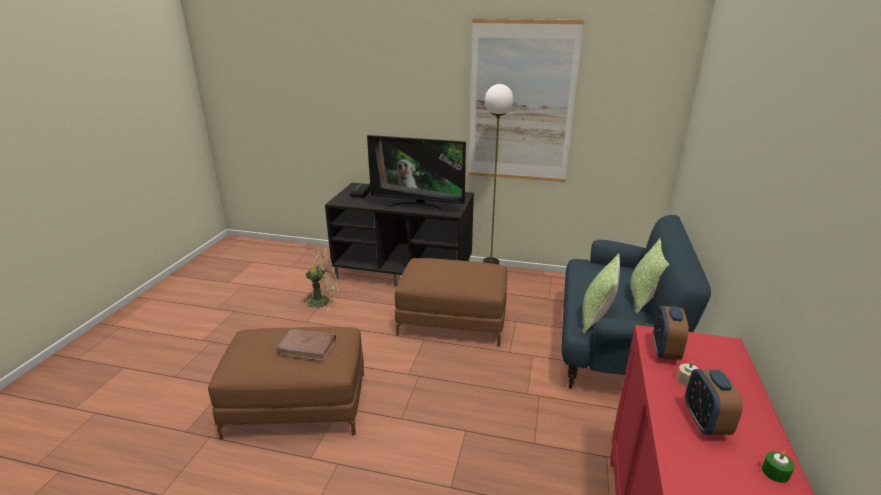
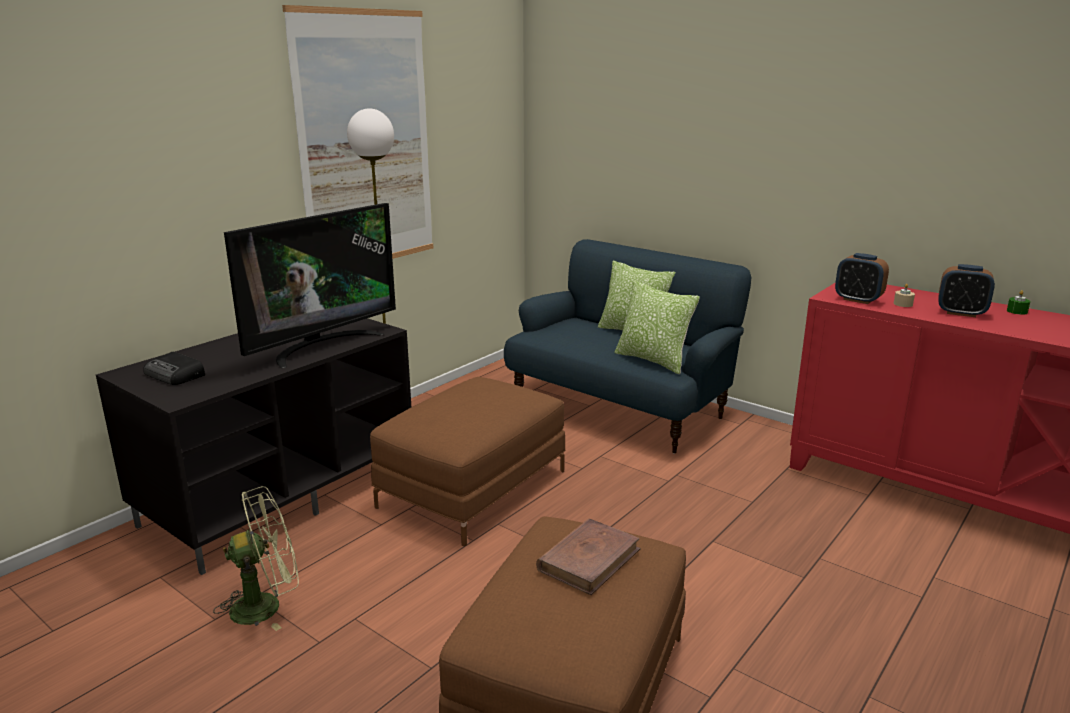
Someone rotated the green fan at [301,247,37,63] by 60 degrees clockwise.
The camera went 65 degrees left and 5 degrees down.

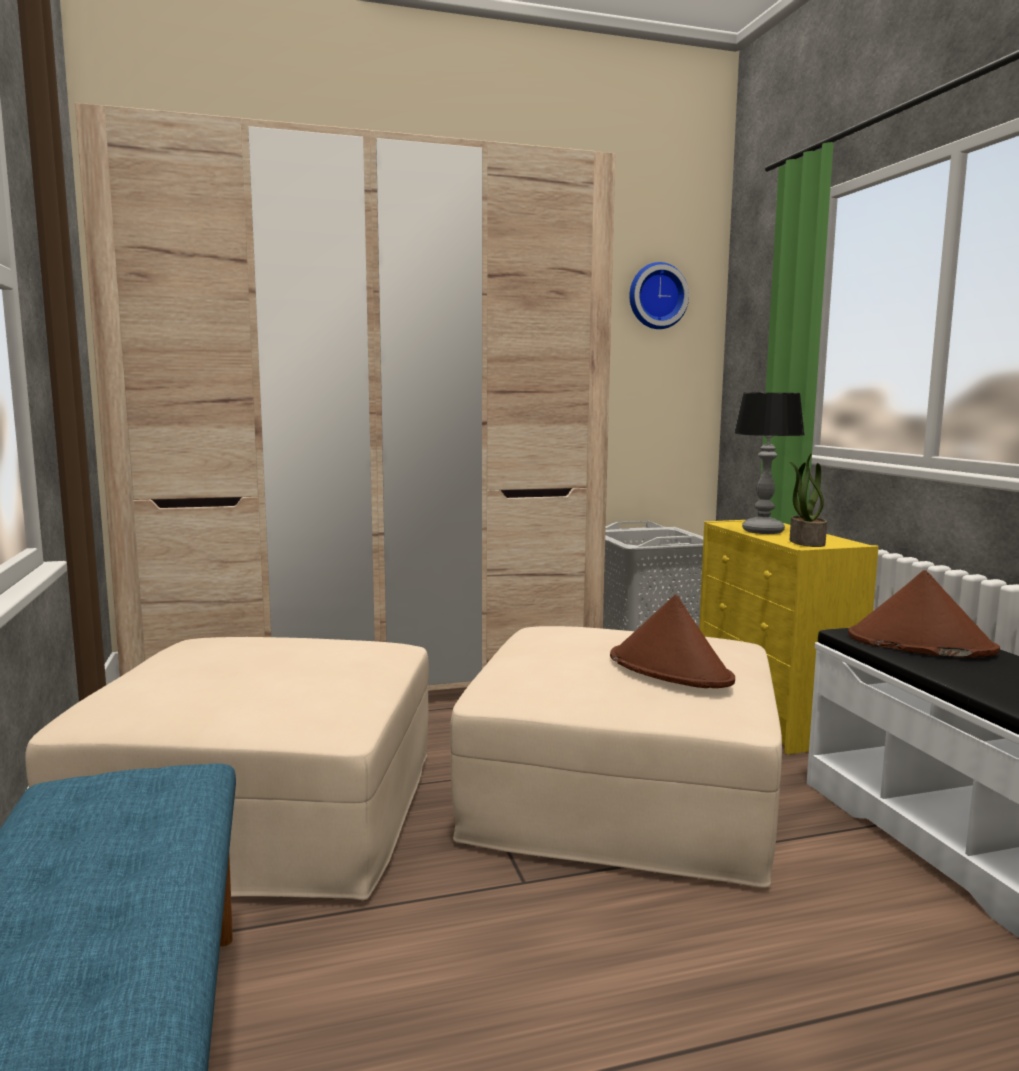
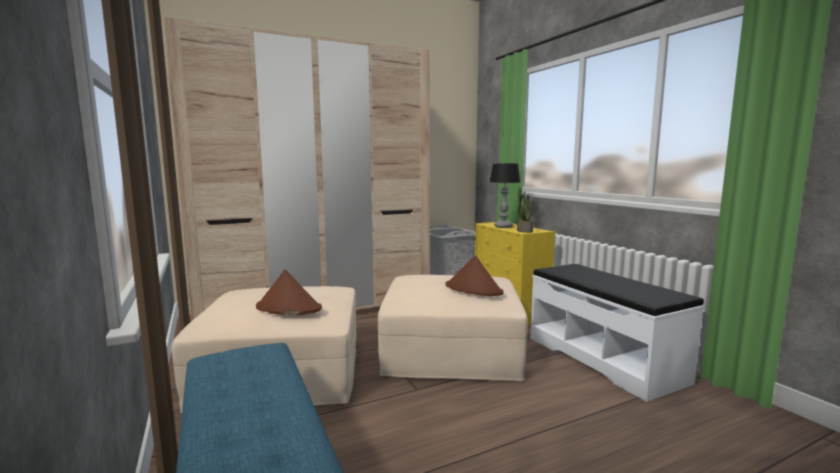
Someone took away the wall clock at [629,262,60,67].
Someone carried the brown hat from [848,570,152,87] to [256,269,66,46].
The camera went 10 degrees left and 0 degrees up.

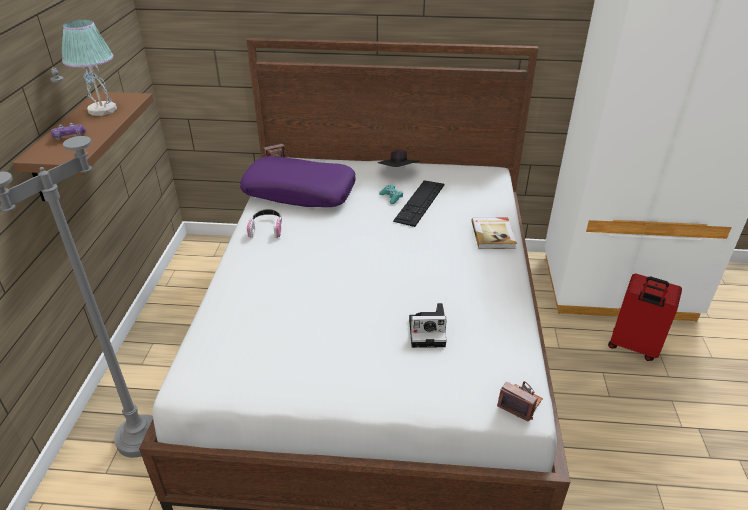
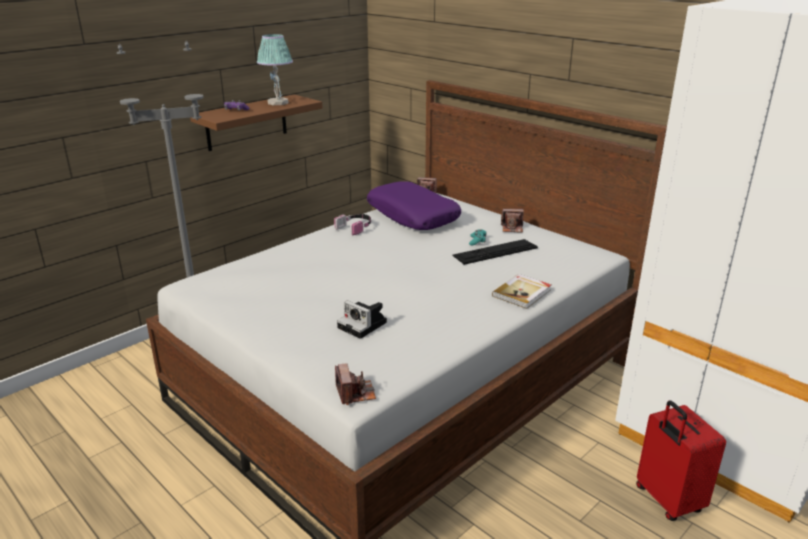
Someone swapped the black hat at [378,150,42,17] for the photo camera at [501,209,23,24].
The camera went 40 degrees right and 10 degrees down.

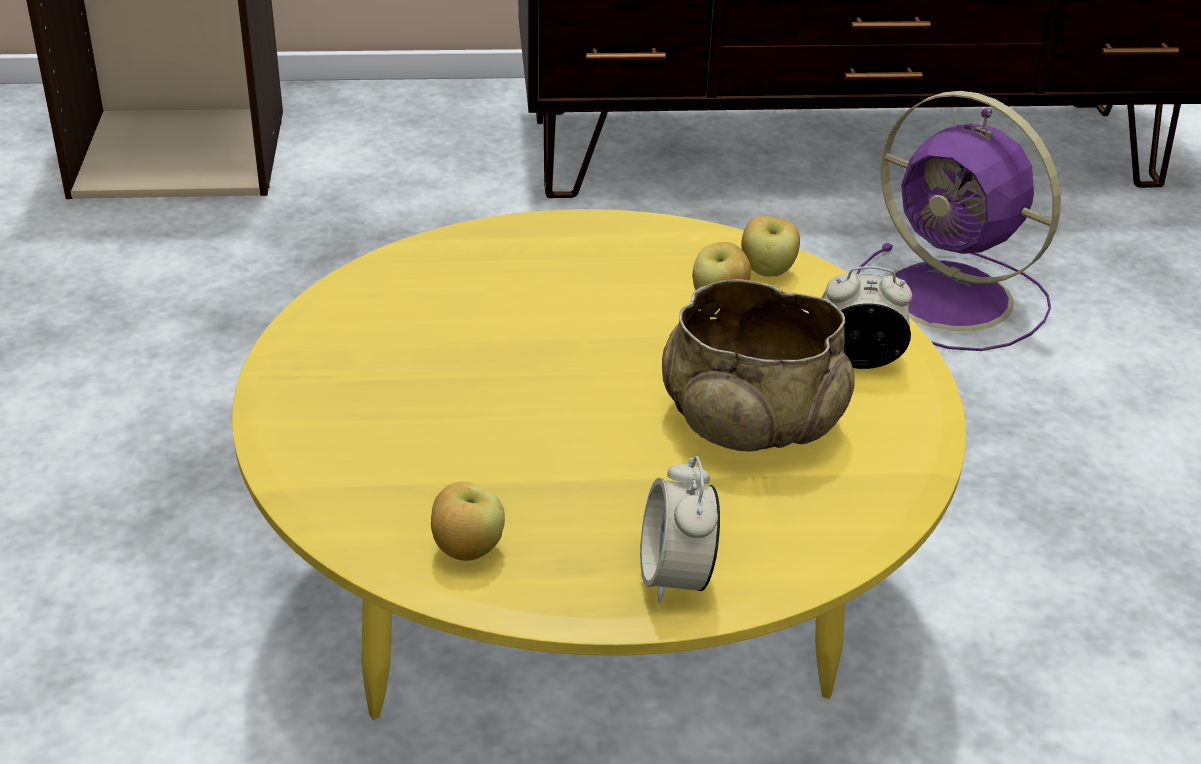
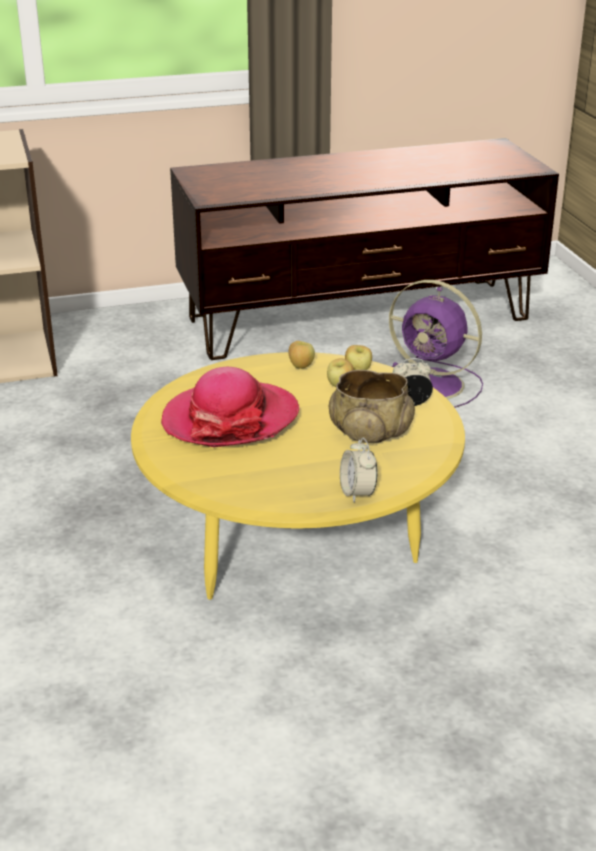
Someone carried the apple from [431,481,74,80] to [288,341,27,28].
Someone put down the hat at [161,367,138,80].
The camera went 10 degrees left and 5 degrees down.

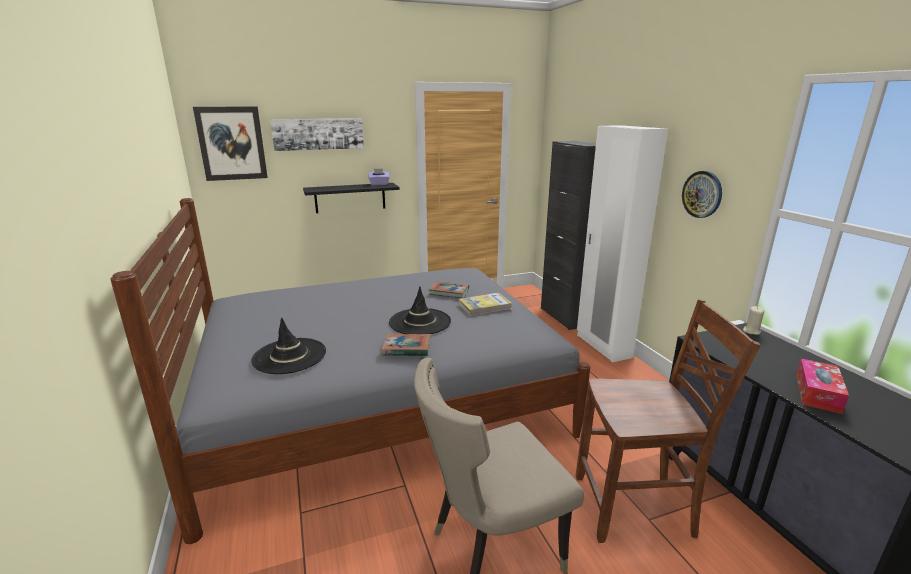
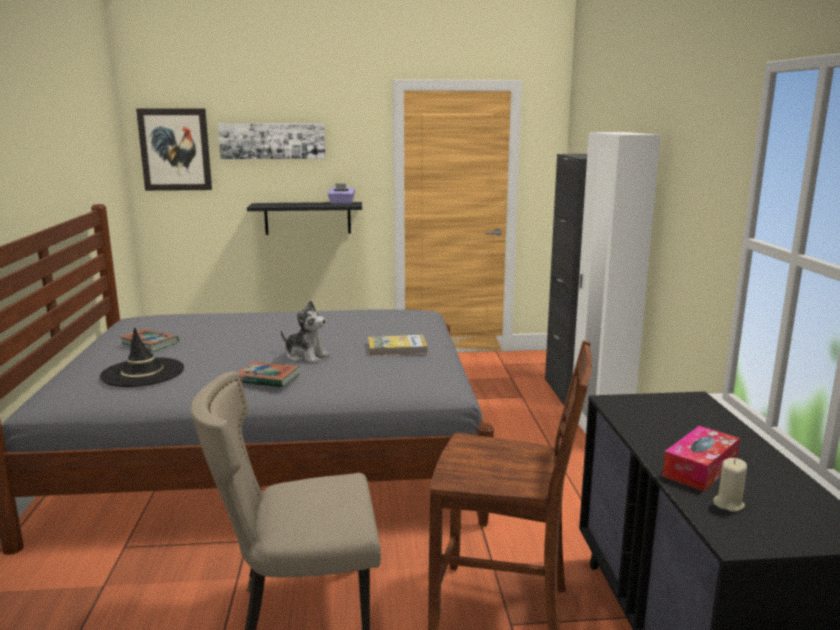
Someone took away the wall clock at [682,171,40,47].
Someone carried the book from [429,282,40,16] to [120,329,59,23].
Someone swapped the black hat at [389,287,62,47] for the plush toy at [281,300,49,63].
Someone carried the beige candle from [743,306,21,29] to [713,458,34,54].
The camera went 15 degrees right and 5 degrees down.

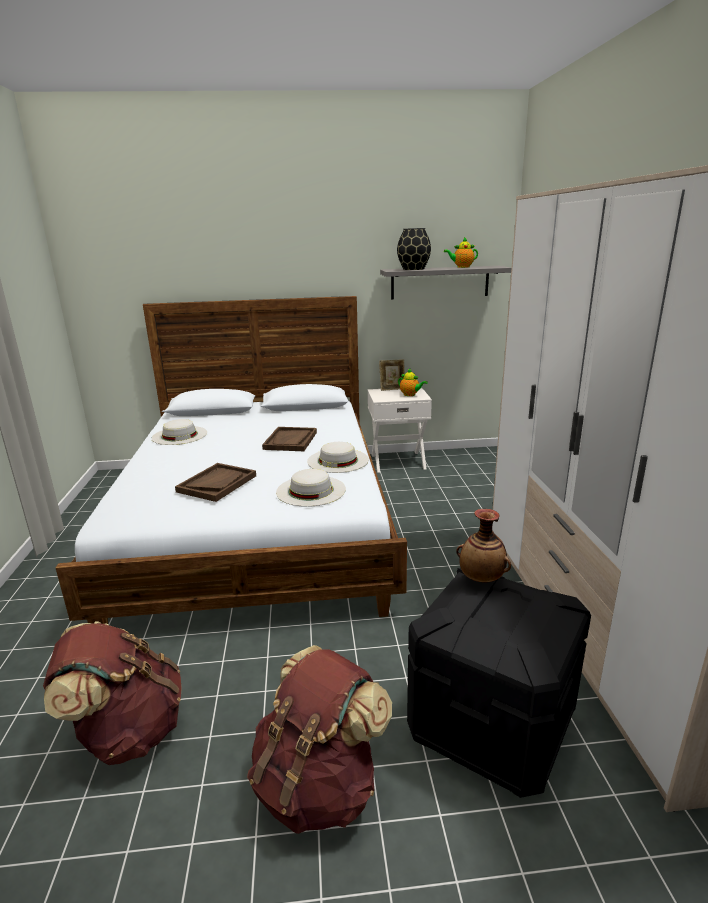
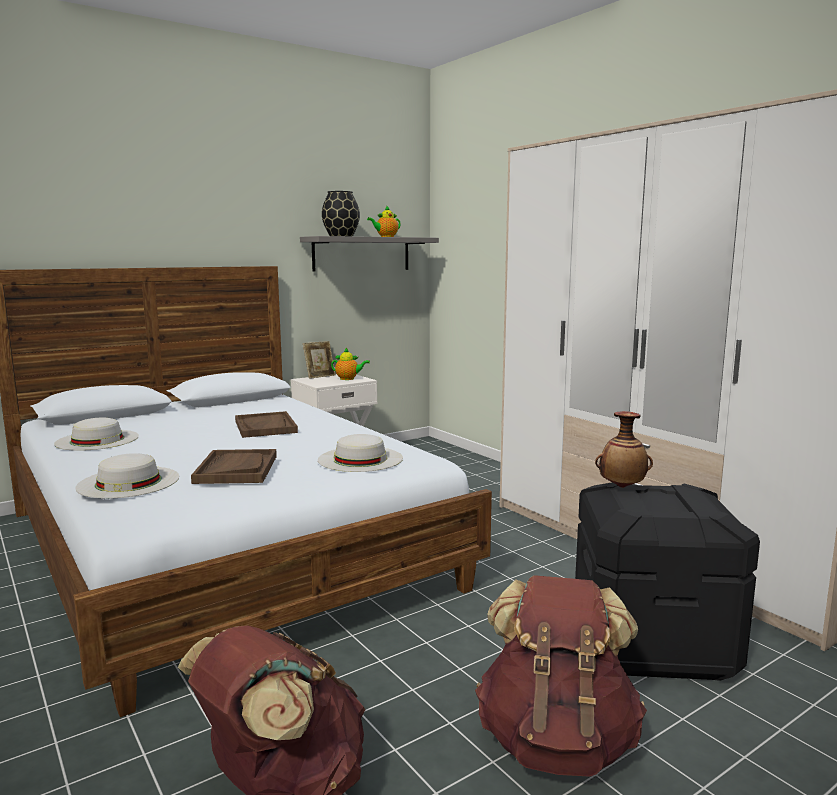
Someone carried the white hat from [307,442,62,31] to [75,453,104,45].
The camera went 30 degrees left and 10 degrees down.

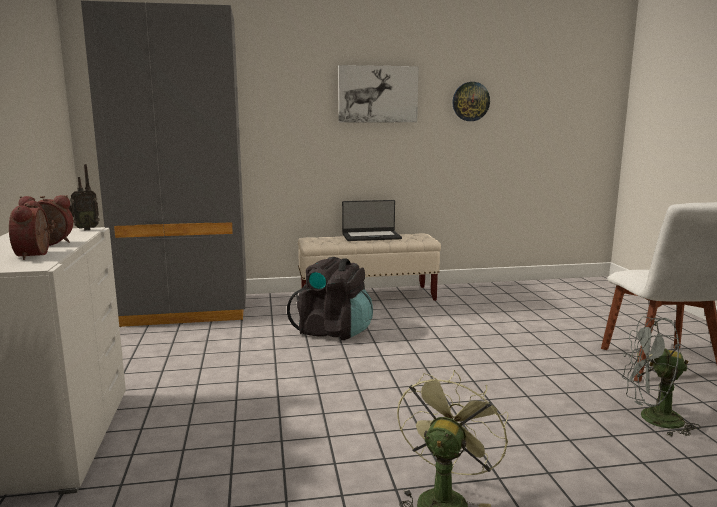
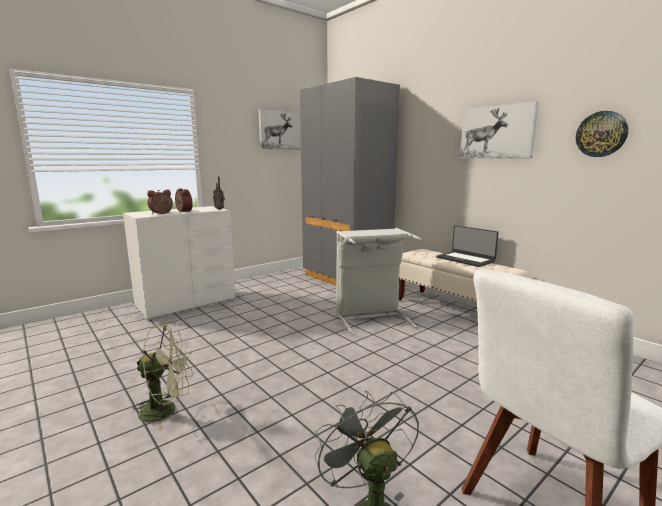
Someone swapped the black backpack at [287,257,86,83] for the grey laundry basket at [336,228,85,107].
Someone put up the picture at [258,109,43,41].
The camera went 60 degrees right and 0 degrees up.

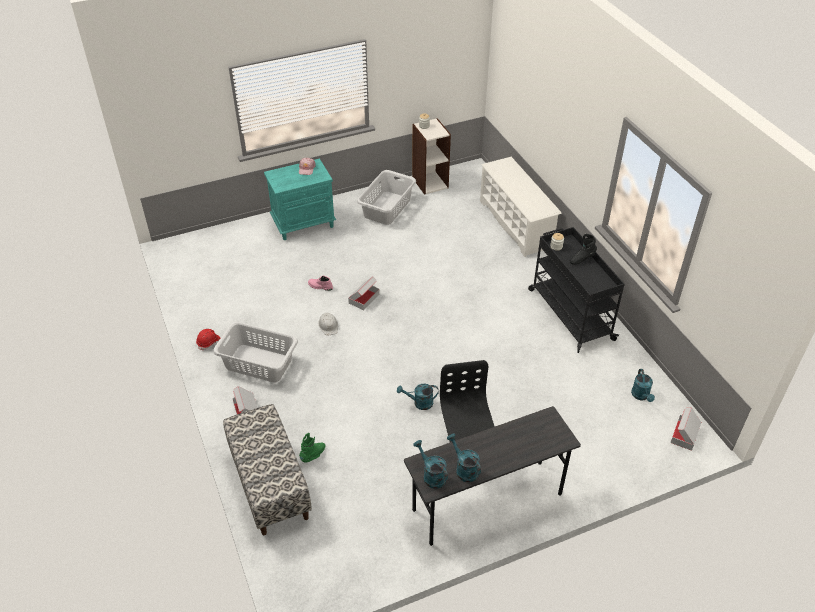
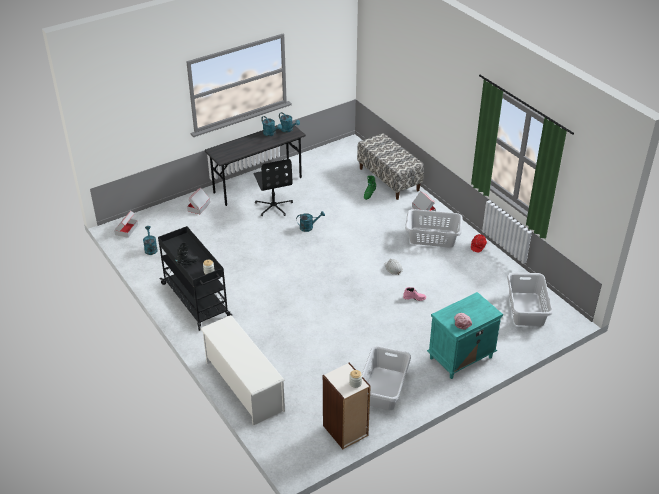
Someone carried the cardboard box from [348,277,31,33] to [187,188,23,26].
Someone put down the grey laundry basket at [507,273,45,53].
The camera went 170 degrees right and 5 degrees down.

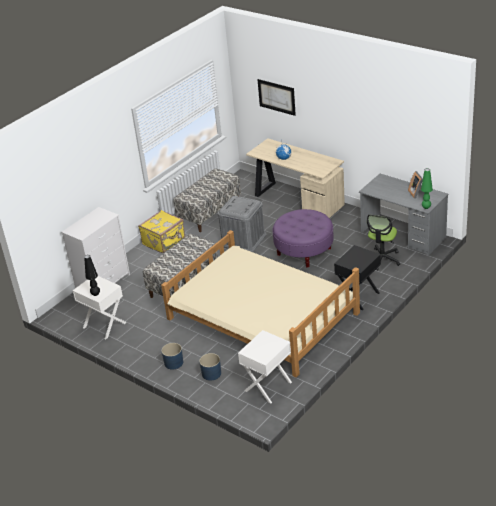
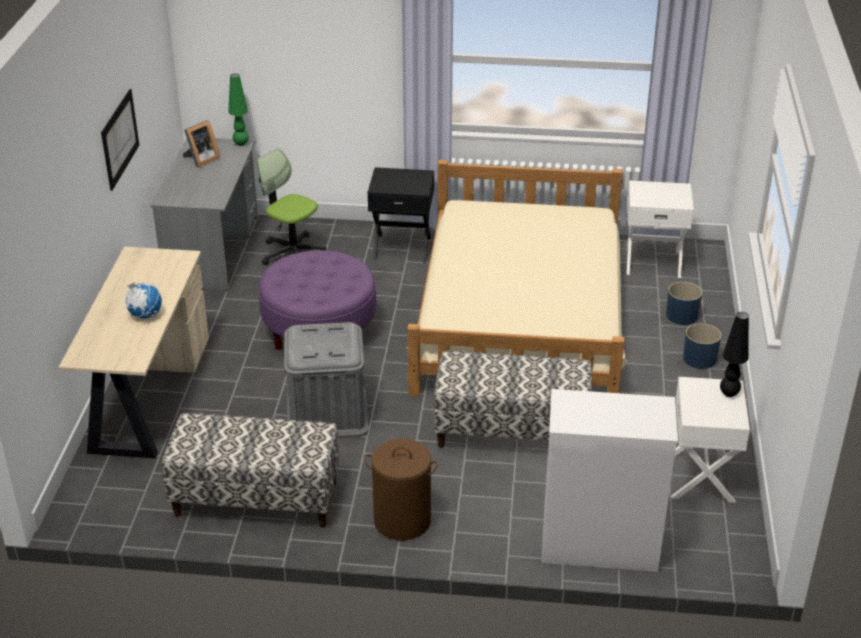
Someone carried the picture from [257,79,39,37] to [101,89,38,102].
Someone swapped the yellow suitcase at [138,210,47,43] for the brown laundry basket at [364,439,74,101].
Someone rotated the office chair at [367,214,33,56] by 135 degrees counterclockwise.
The camera went 125 degrees left and 0 degrees up.

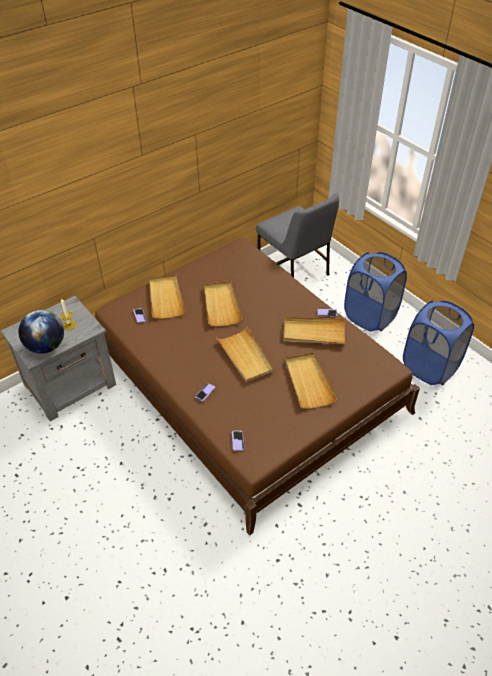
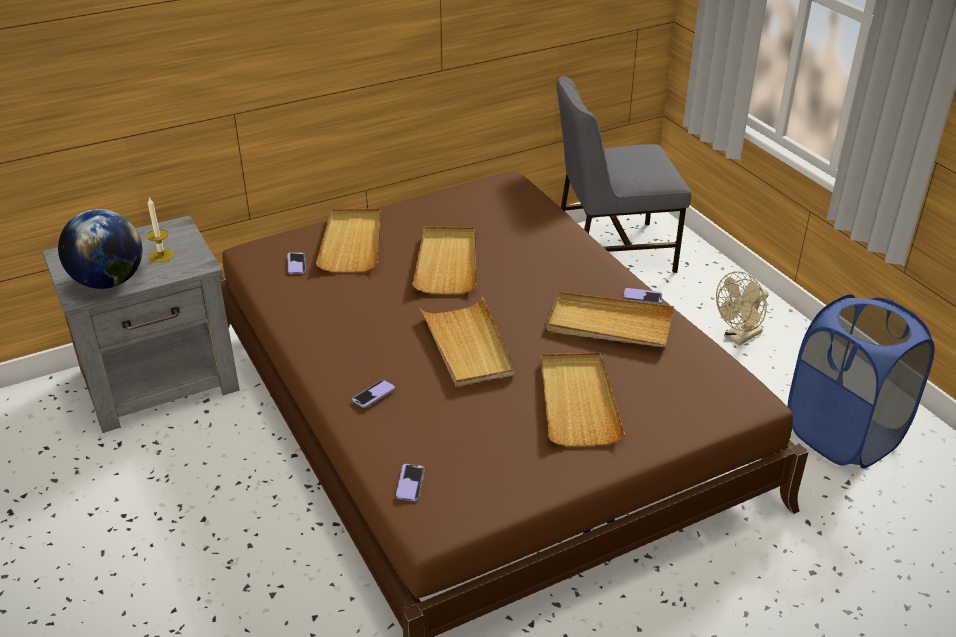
Someone rotated the grey chair at [256,193,83,85] by 105 degrees clockwise.
Someone swapped the blue laundry basket at [344,252,63,79] for the beige fan at [716,271,53,75].
The camera went 10 degrees right and 10 degrees down.

